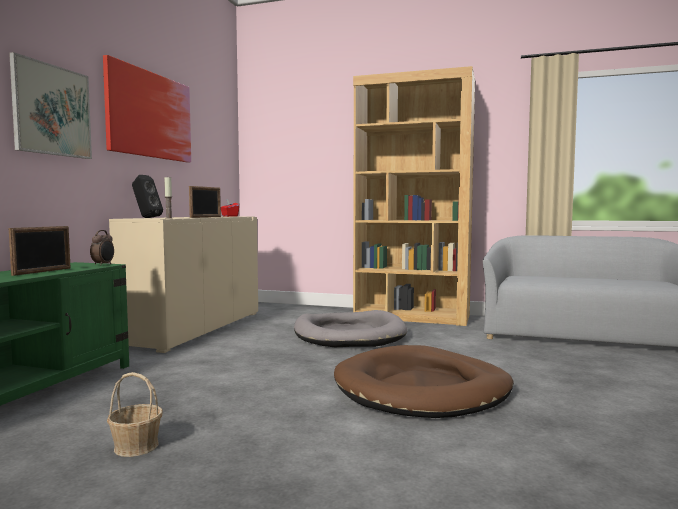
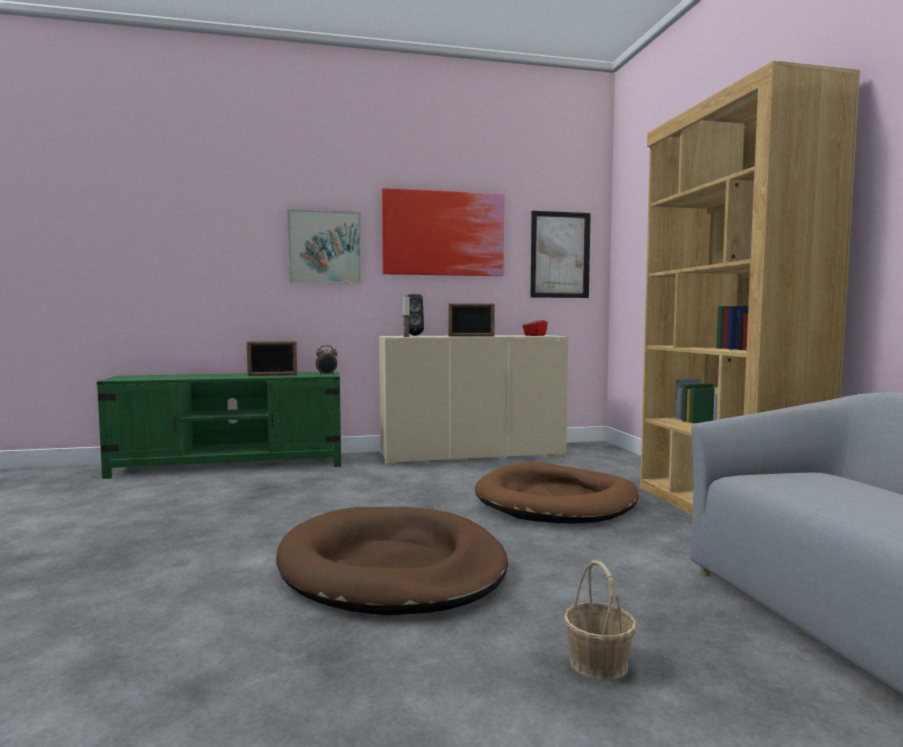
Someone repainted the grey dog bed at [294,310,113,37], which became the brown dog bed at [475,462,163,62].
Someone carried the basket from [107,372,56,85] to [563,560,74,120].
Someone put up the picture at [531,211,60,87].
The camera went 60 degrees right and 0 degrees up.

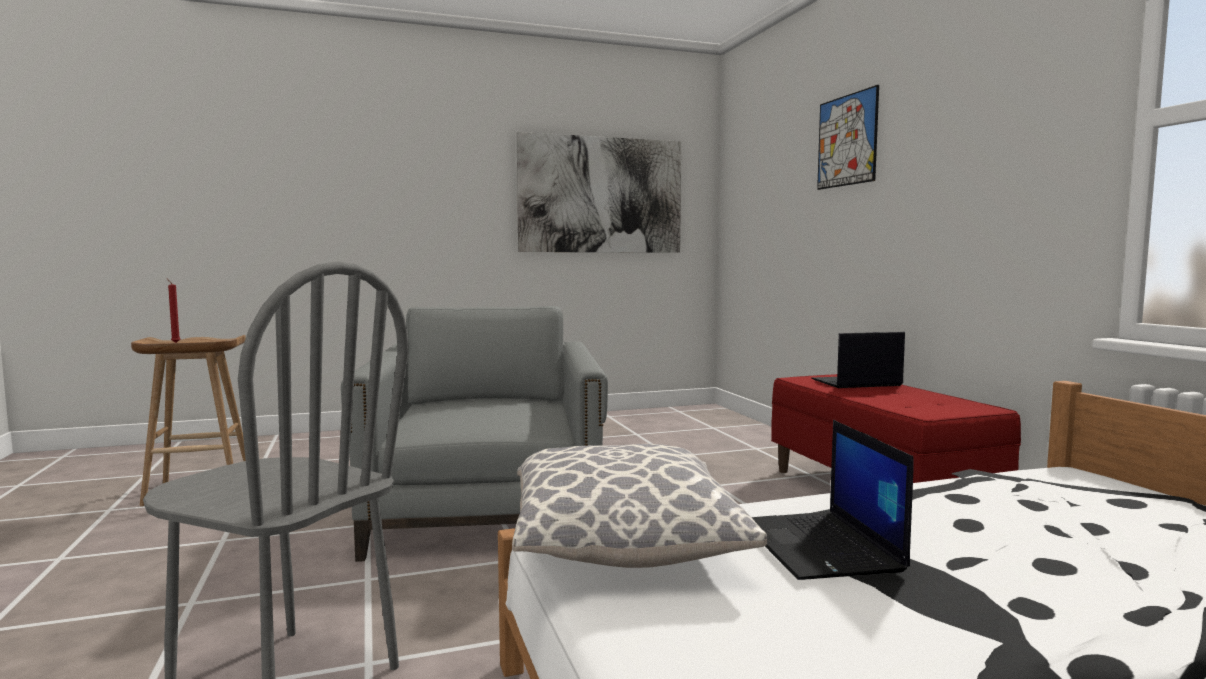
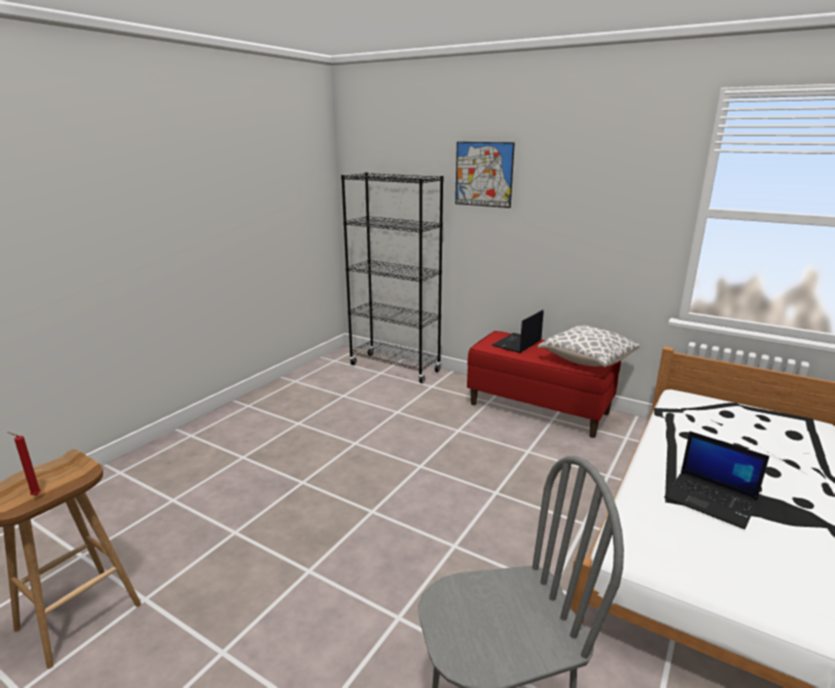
Someone took away the picture at [517,132,164,121].
Someone took away the grey armchair at [341,306,267,256].
Someone carried the pillow from [512,444,255,124] to [537,325,103,42].
Someone put down the black bookcase at [341,172,103,211].
The camera went 40 degrees left and 15 degrees up.

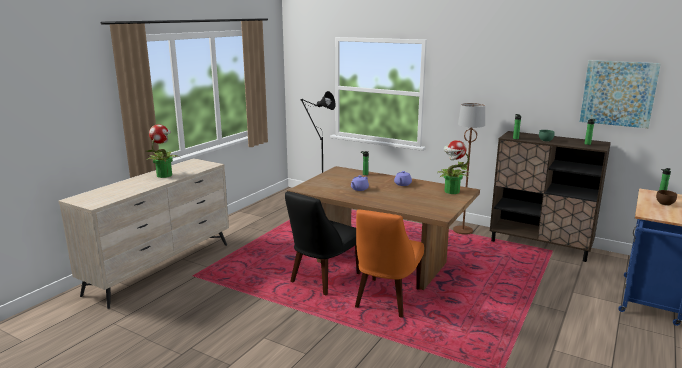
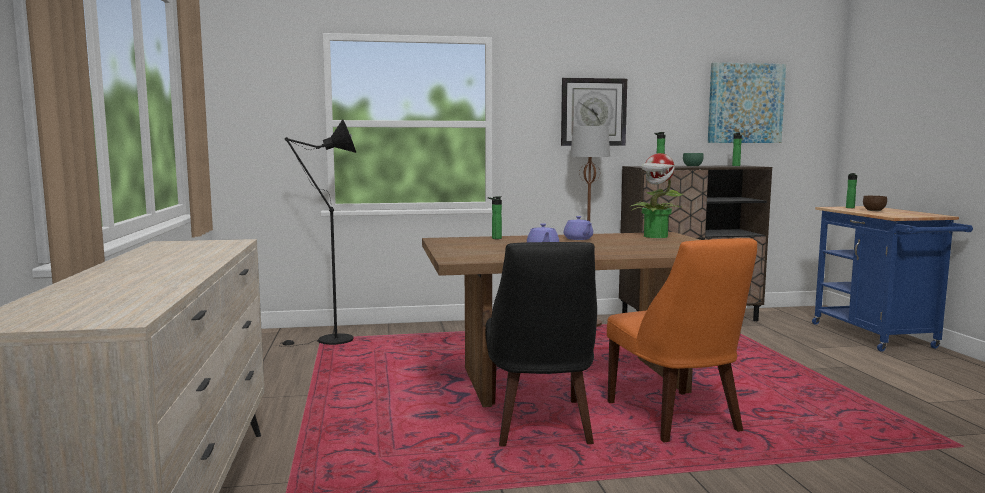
Someone took away the potted plant at [144,124,36,54].
Someone put up the wall clock at [561,78,66,68].
The camera went 40 degrees left and 10 degrees down.

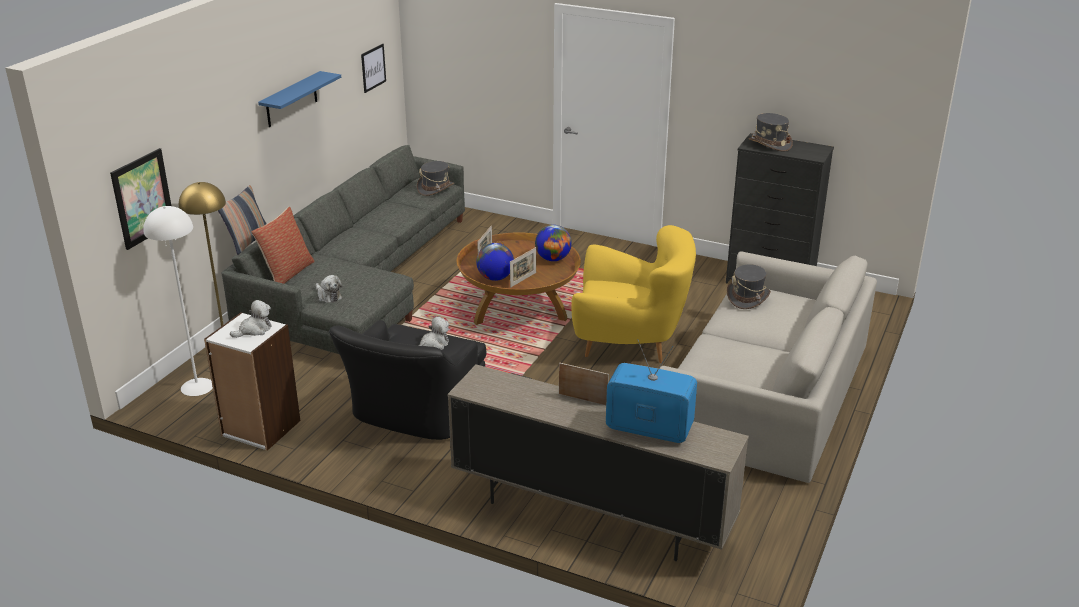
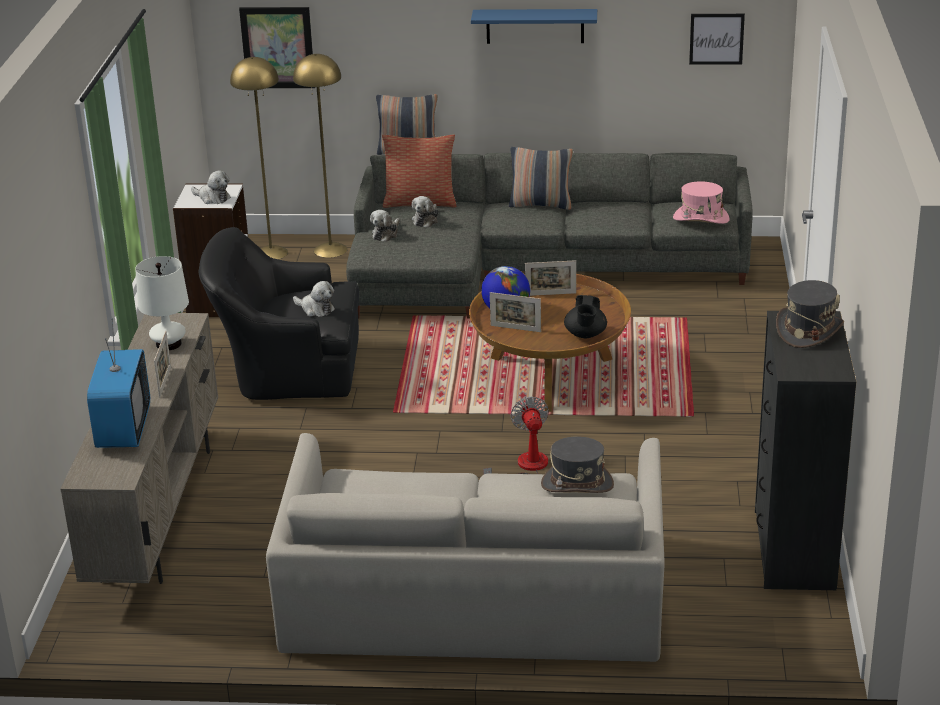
Someone repainted the grey hat at [417,161,37,35], which became the pink hat at [673,181,56,43].
Someone repainted the white floor lamp at [143,206,70,190], which became the yellow floor lamp at [230,57,58,202].
Someone swapped the globe at [535,225,37,36] for the black teapot at [564,295,43,43].
Someone swapped the yellow armchair at [571,225,125,138] for the fan at [483,396,66,78].
Someone put down the pillow at [509,147,64,63].
Someone put down the plush toy at [412,196,26,32].
Someone put down the white table lamp at [135,256,54,94].
The camera went 70 degrees right and 0 degrees up.

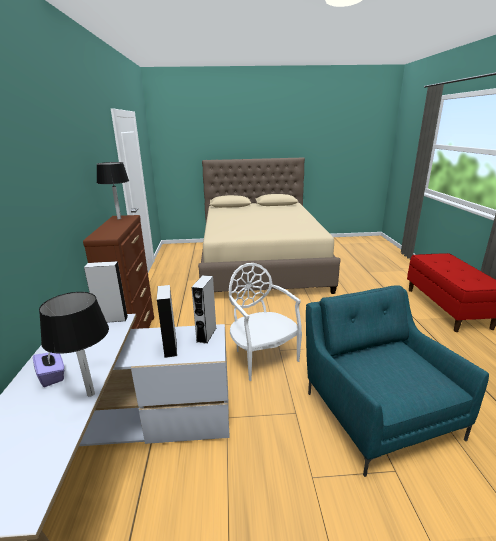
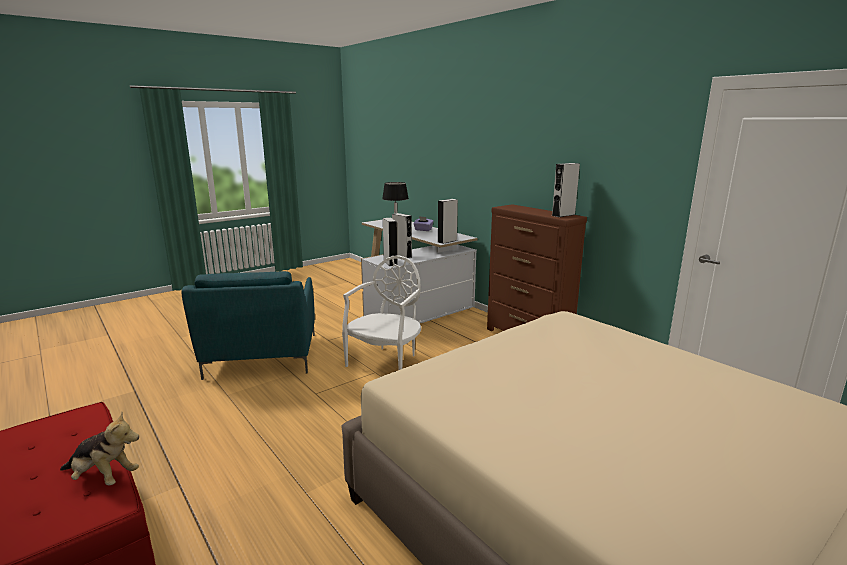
Someone swapped the black table lamp at [97,162,32,57] for the grey speaker at [552,163,28,54].
Someone rotated the white chair at [229,263,73,118] by 90 degrees counterclockwise.
Someone rotated the turquoise armchair at [306,285,183,192] by 45 degrees clockwise.
Someone put down the plush toy at [60,412,79,74].
The camera went 145 degrees right and 5 degrees down.

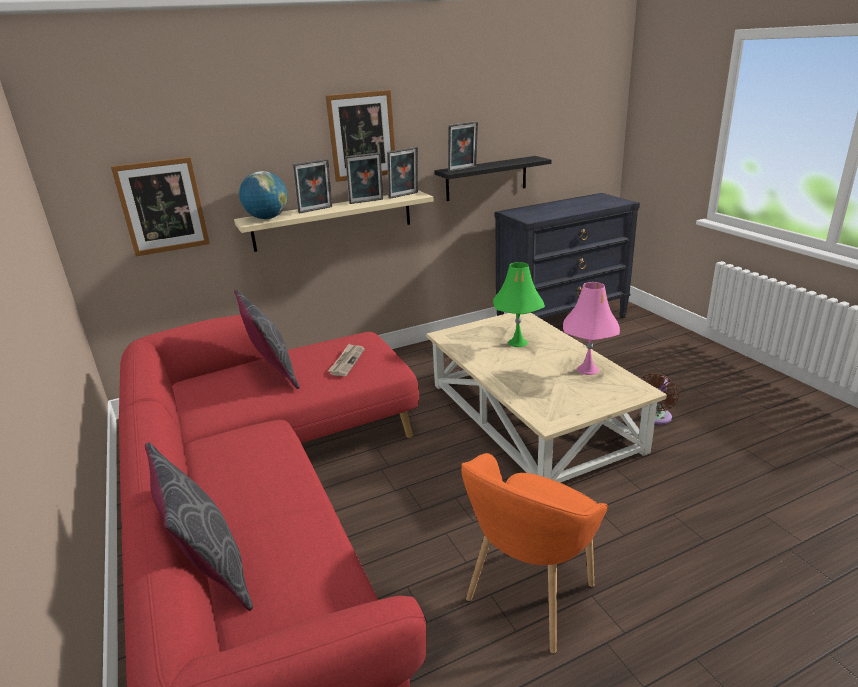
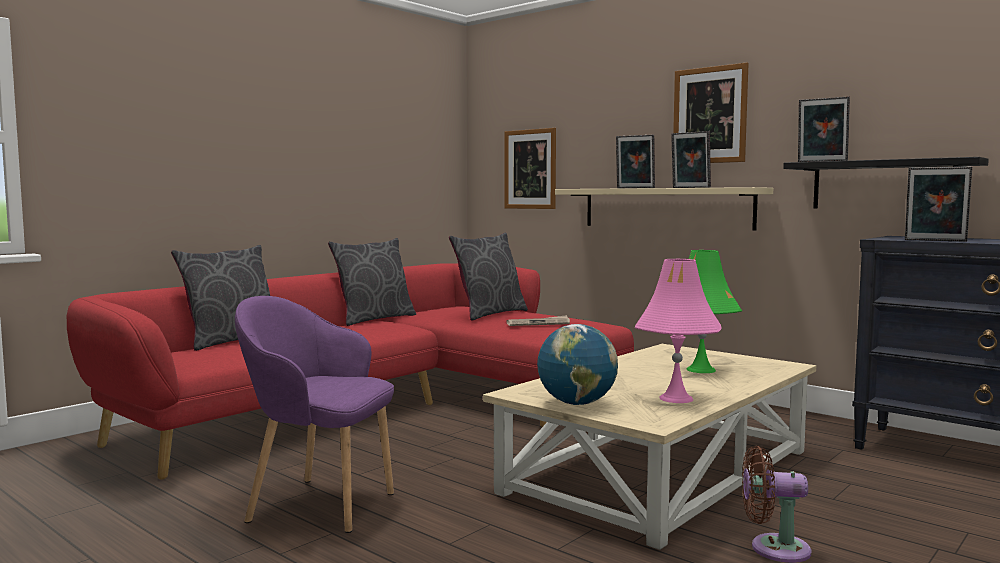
Someone carried the picture frame from [387,147,31,52] to [905,167,67,75].
Someone carried the globe from [239,171,48,48] to [537,324,81,81].
Someone repainted the orange armchair at [461,453,147,201], which became the purple armchair at [235,296,159,237].
Someone put down the grey pillow at [328,238,88,88].
The camera went 65 degrees right and 20 degrees down.

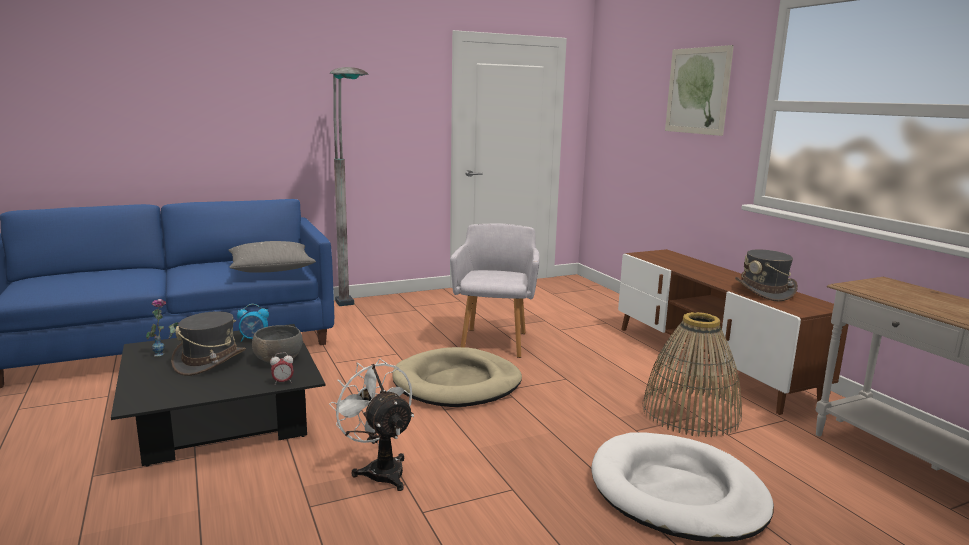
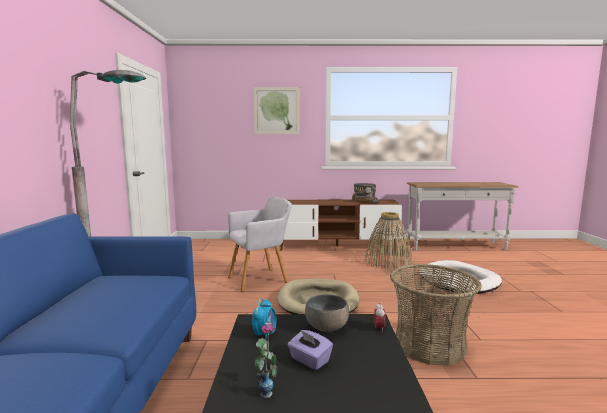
Someone rotated the grey armchair at [450,223,90,135] by 120 degrees clockwise.
Someone took away the grey pillow at [228,241,88,32].
Someone swapped the grey hat at [171,311,75,65] for the purple tissue box at [288,330,45,40].
Someone swapped the white fan at [329,359,85,132] for the basket at [390,264,92,102].
The camera went 65 degrees left and 5 degrees down.

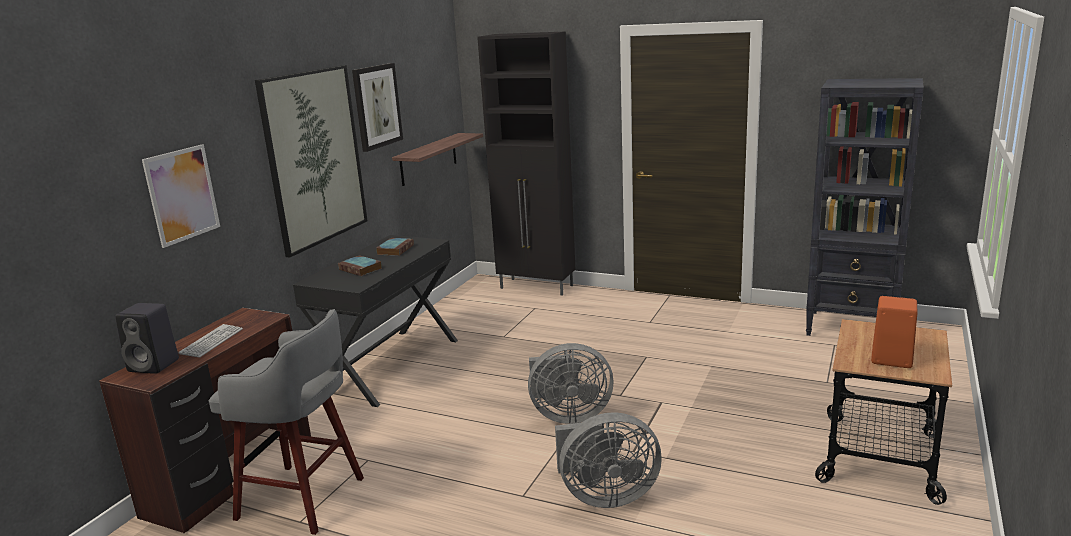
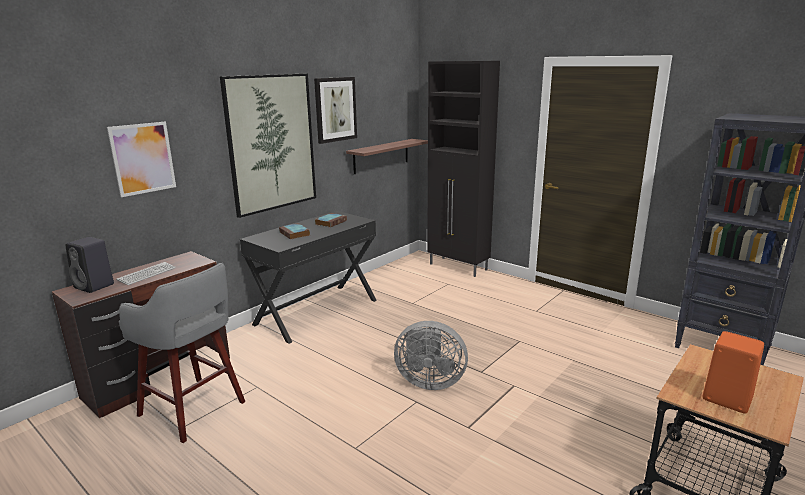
Someone took away the grey fan at [555,412,107,96].
The camera went 15 degrees right and 0 degrees up.

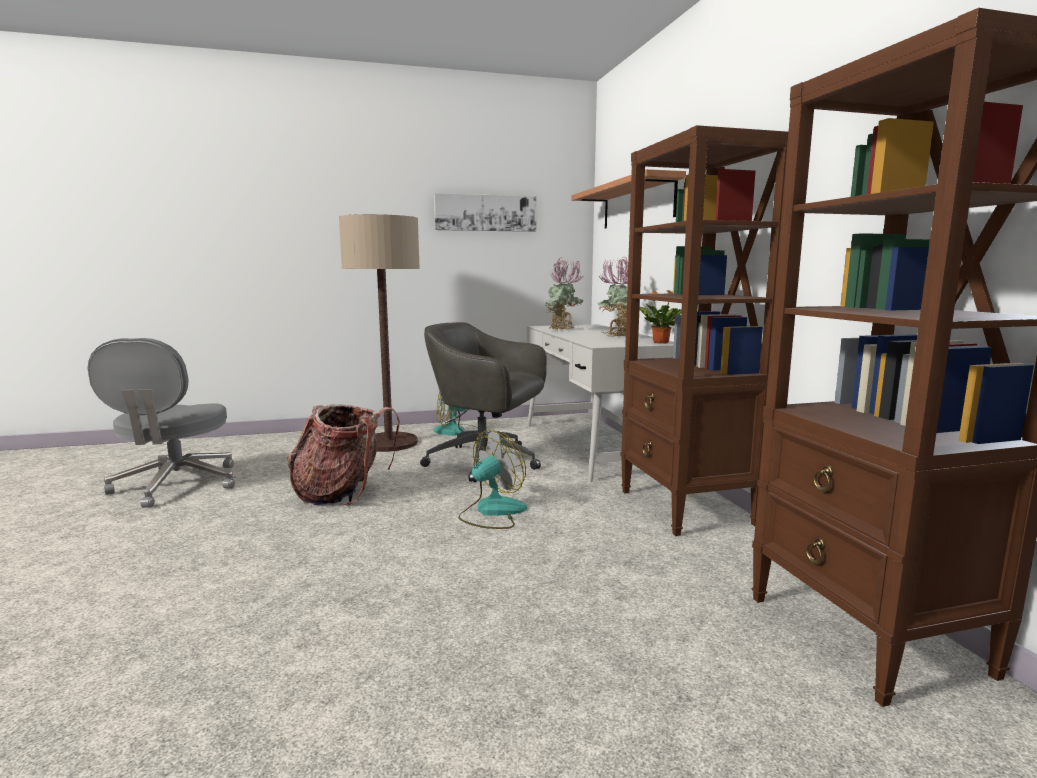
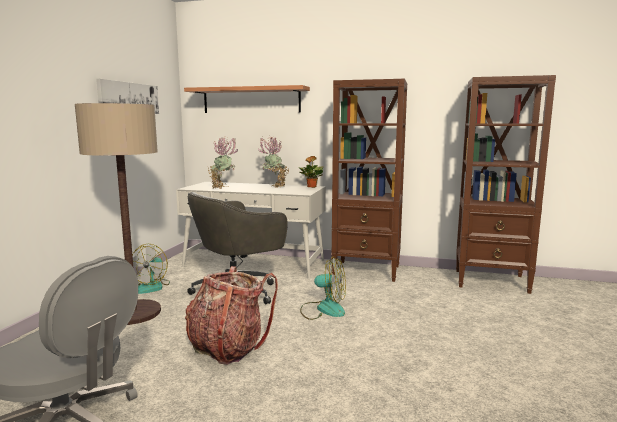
Someone rotated the fan at [458,430,69,99] by 120 degrees clockwise.
The camera went 60 degrees left and 0 degrees up.

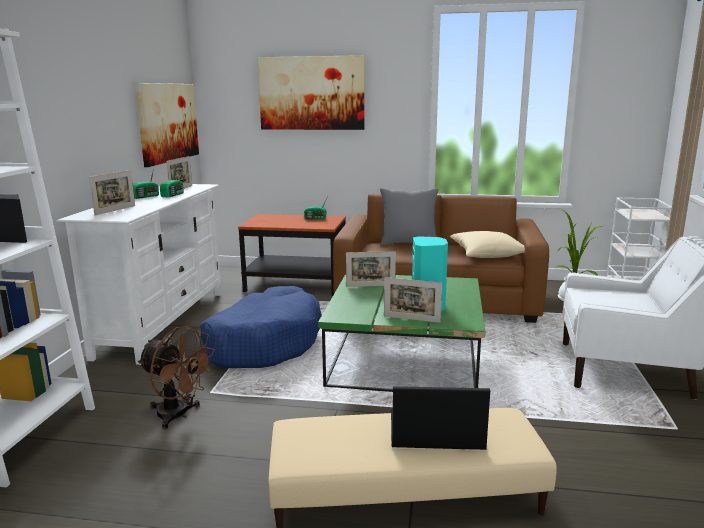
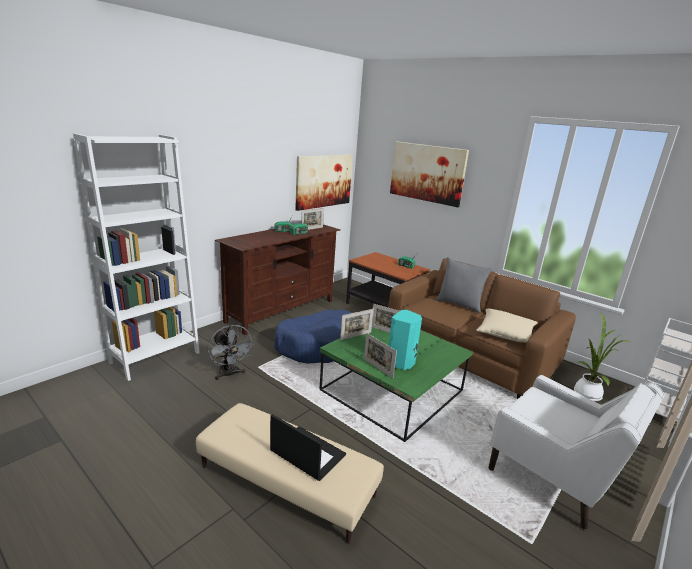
Someone carried the picture frame from [89,170,46,45] to [340,309,34,31].
Someone repainted the white tv stand at [56,184,165,181], which became the brown tv stand at [215,224,125,111].
Someone repainted the brown fan at [138,326,77,103], which became the grey fan at [208,325,46,55].
The camera went 30 degrees right and 5 degrees up.

